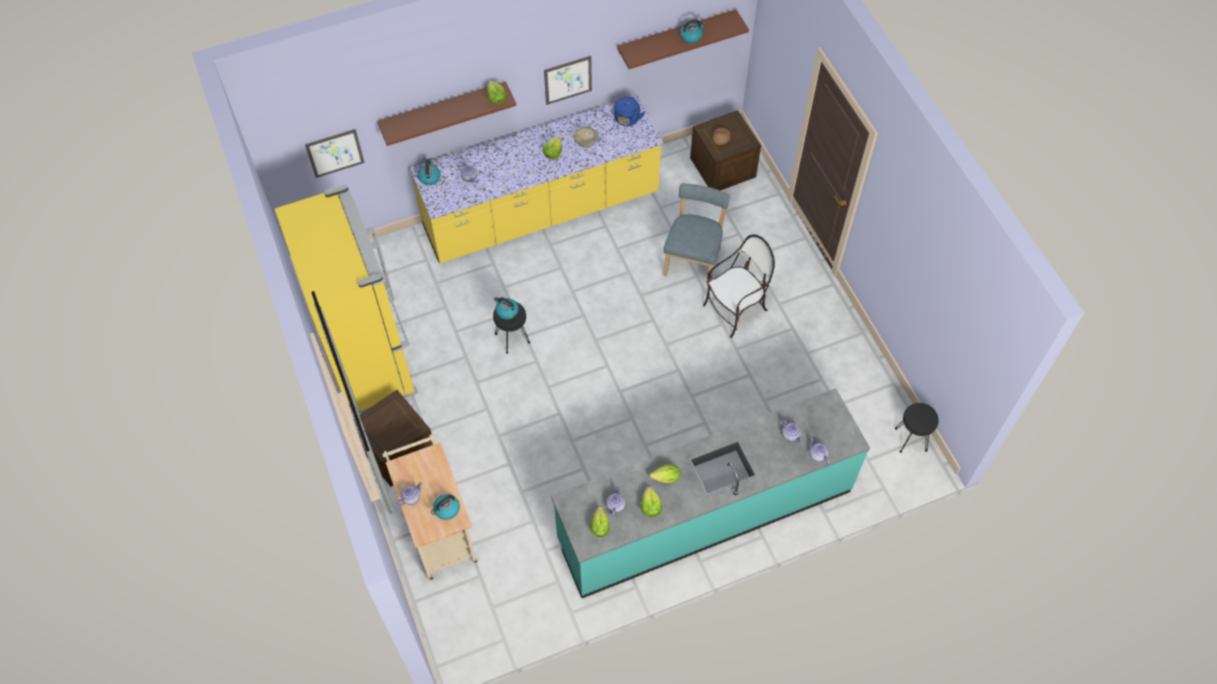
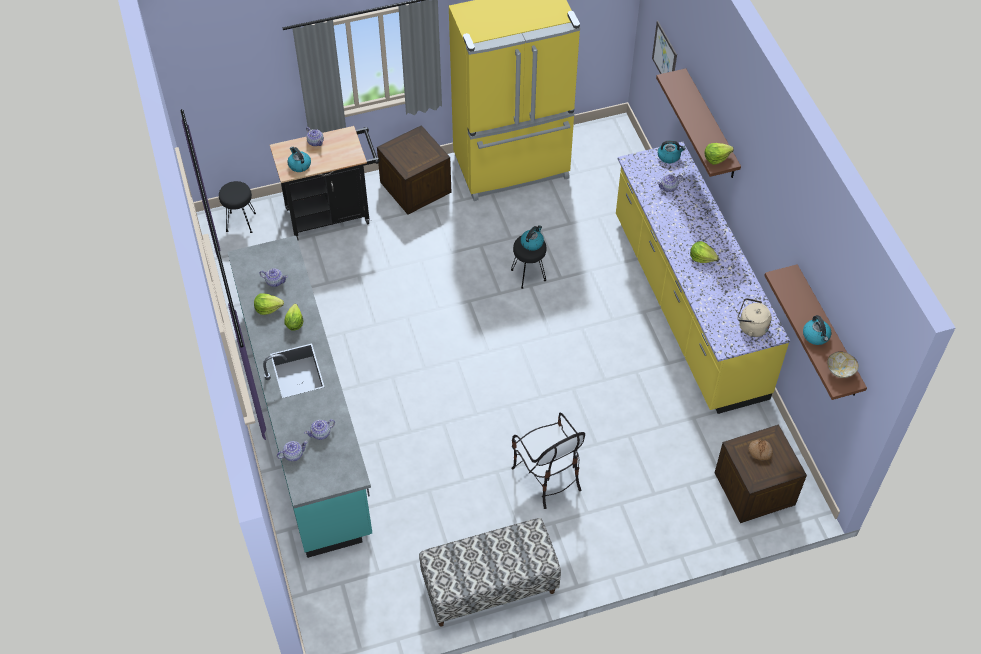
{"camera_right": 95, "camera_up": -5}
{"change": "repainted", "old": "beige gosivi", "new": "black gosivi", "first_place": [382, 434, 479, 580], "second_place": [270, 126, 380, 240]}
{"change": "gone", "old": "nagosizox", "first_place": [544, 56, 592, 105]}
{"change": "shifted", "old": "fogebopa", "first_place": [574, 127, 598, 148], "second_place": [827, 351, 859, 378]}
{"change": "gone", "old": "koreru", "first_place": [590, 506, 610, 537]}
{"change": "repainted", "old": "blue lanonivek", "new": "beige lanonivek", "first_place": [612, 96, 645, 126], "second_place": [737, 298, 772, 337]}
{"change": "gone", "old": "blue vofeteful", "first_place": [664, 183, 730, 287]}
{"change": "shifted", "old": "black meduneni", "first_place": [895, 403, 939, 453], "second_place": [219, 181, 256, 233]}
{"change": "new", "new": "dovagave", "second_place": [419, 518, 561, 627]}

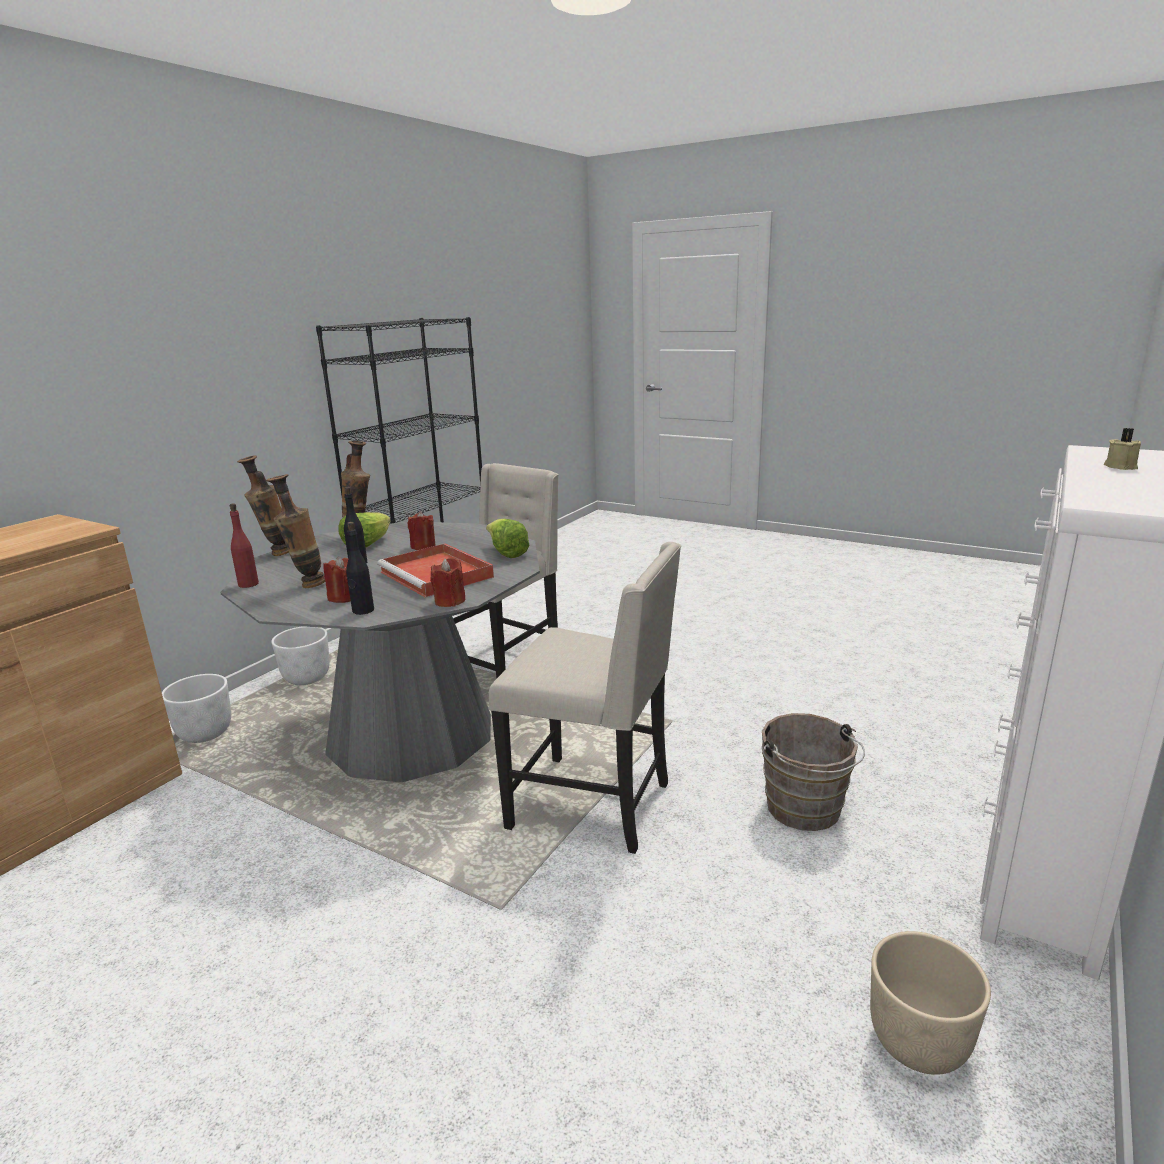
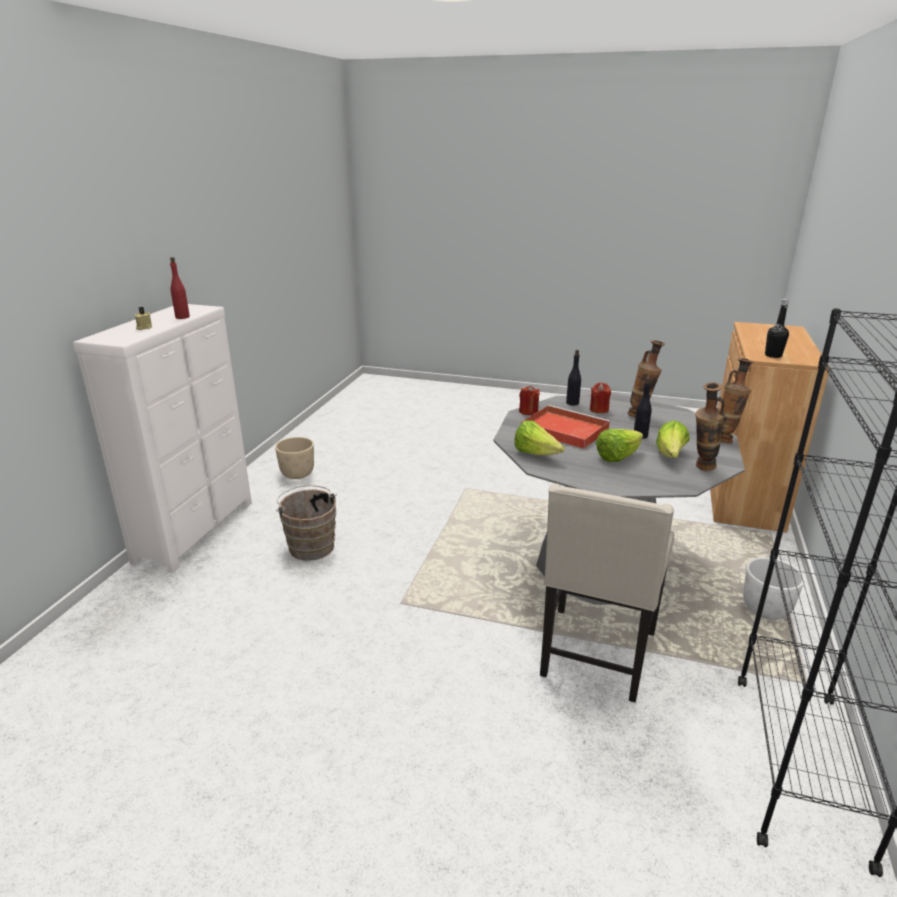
{"camera_right": 165, "camera_up": 5}
{"change": "gone", "old": "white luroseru", "first_place": [162, 674, 231, 743]}
{"change": "shifted", "old": "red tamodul", "first_place": [229, 503, 259, 588], "second_place": [170, 257, 190, 319]}
{"change": "swapped", "old": "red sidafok", "new": "koreru", "first_place": [408, 511, 436, 550], "second_place": [596, 429, 643, 462]}
{"change": "gone", "old": "beige vofeteful", "first_place": [489, 542, 681, 854]}
{"change": "new", "new": "black tamodul", "second_place": [765, 299, 789, 358]}

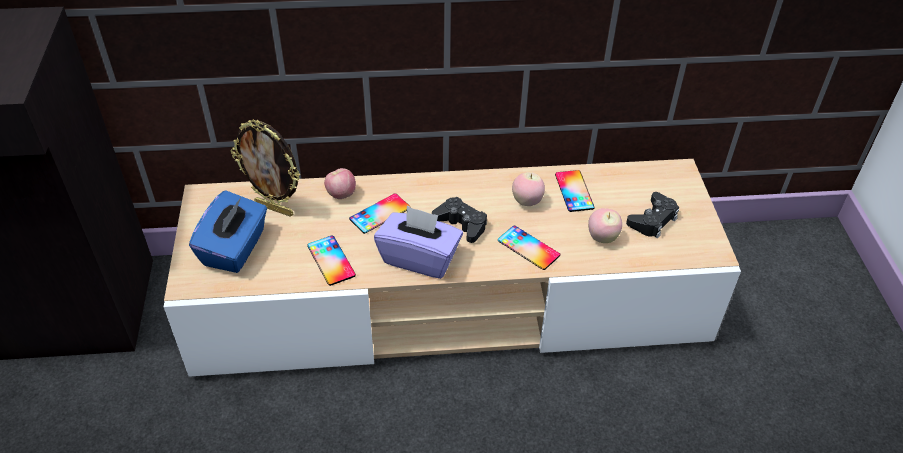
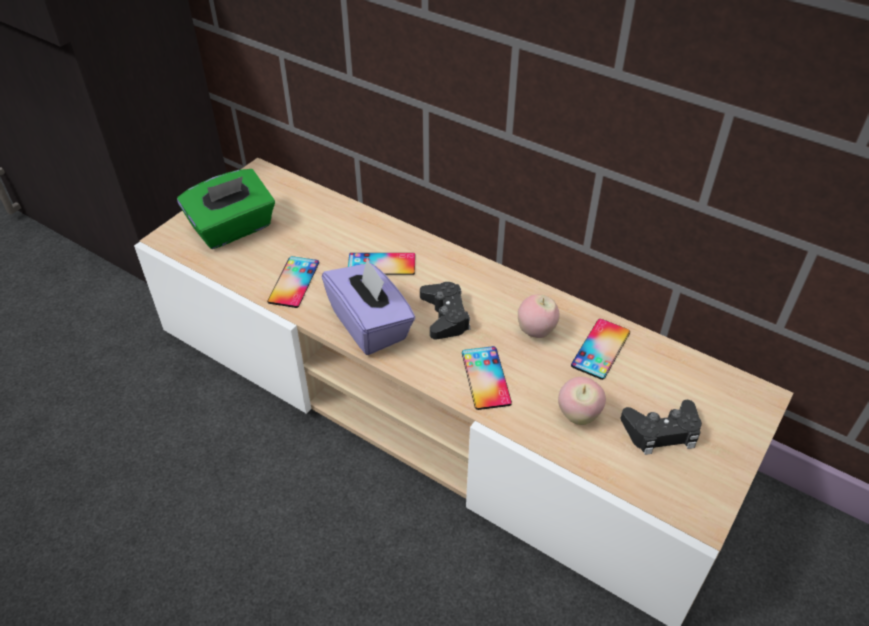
{"camera_right": 40, "camera_up": 0}
{"change": "repainted", "old": "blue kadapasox", "new": "green kadapasox", "first_place": [189, 190, 267, 273], "second_place": [177, 169, 275, 249]}
{"change": "gone", "old": "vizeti", "first_place": [230, 120, 300, 217]}
{"change": "gone", "old": "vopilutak", "first_place": [324, 168, 356, 199]}

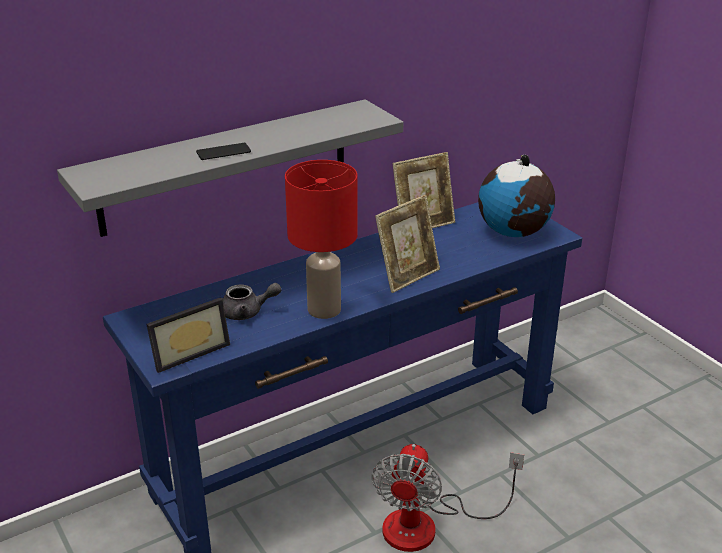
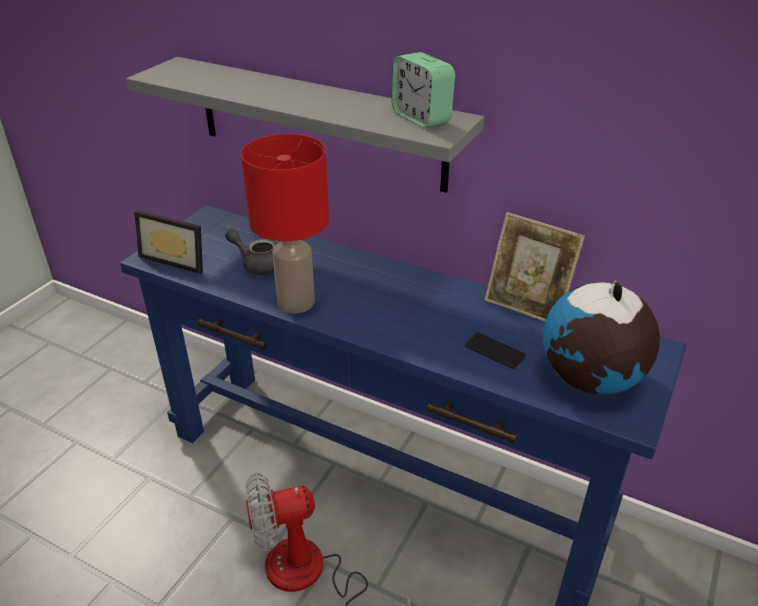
{"camera_right": 60, "camera_up": 5}
{"change": "shifted", "old": "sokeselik", "first_place": [196, 142, 251, 160], "second_place": [465, 332, 526, 369]}
{"change": "rotated", "old": "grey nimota", "first_place": [222, 283, 282, 320], "second_place": [225, 229, 276, 275], "degrees": 150}
{"change": "gone", "old": "vizeti", "first_place": [375, 195, 440, 293]}
{"change": "new", "new": "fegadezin", "second_place": [391, 52, 455, 127]}

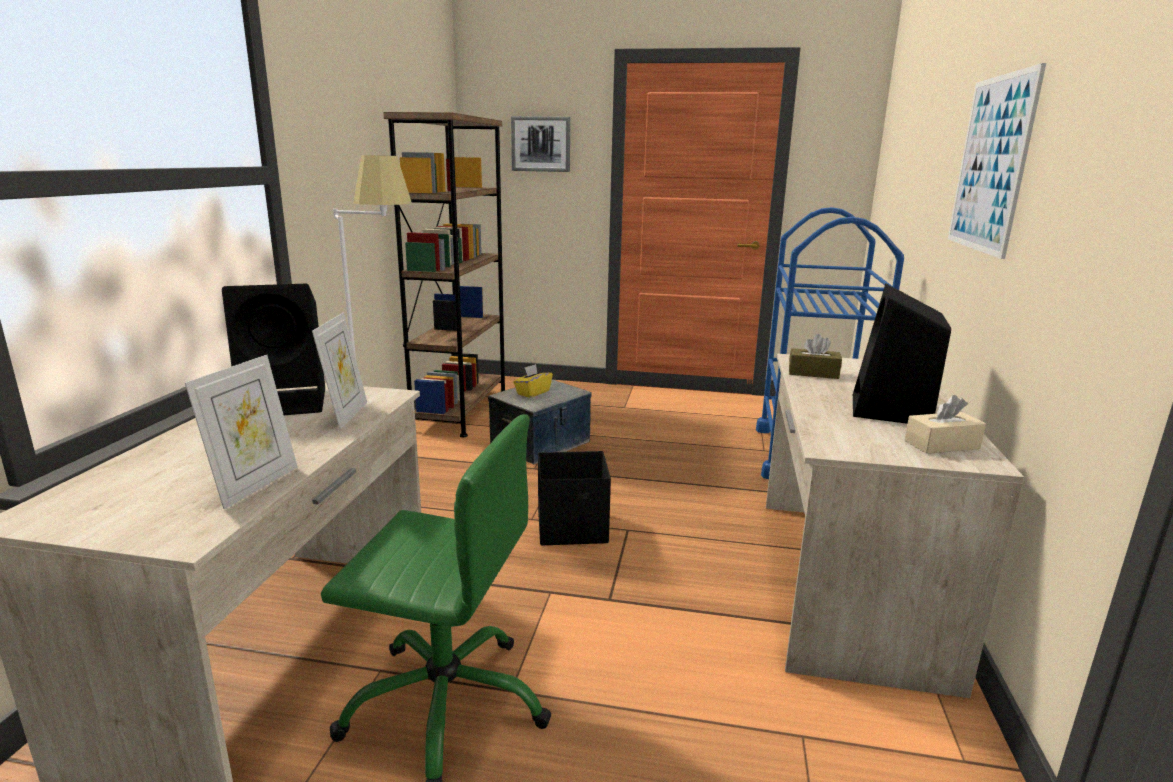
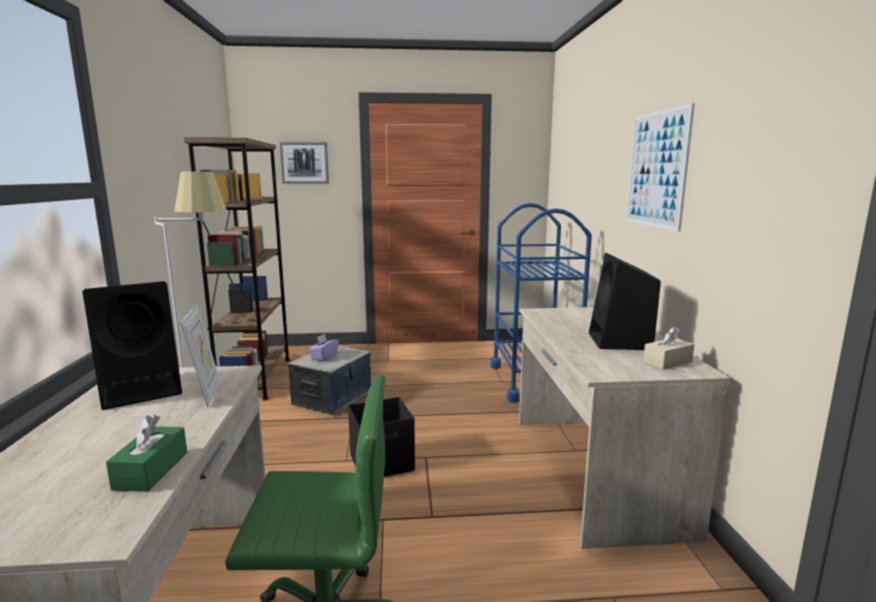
{"camera_right": -15, "camera_up": -5}
{"change": "swapped", "old": "vizeti", "new": "green kadapasox", "first_place": [185, 355, 298, 509], "second_place": [106, 414, 187, 492]}
{"change": "repainted", "old": "yellow kadapasox", "new": "purple kadapasox", "first_place": [513, 364, 553, 398], "second_place": [308, 334, 339, 361]}
{"change": "gone", "old": "brown kadapasox", "first_place": [789, 334, 842, 379]}

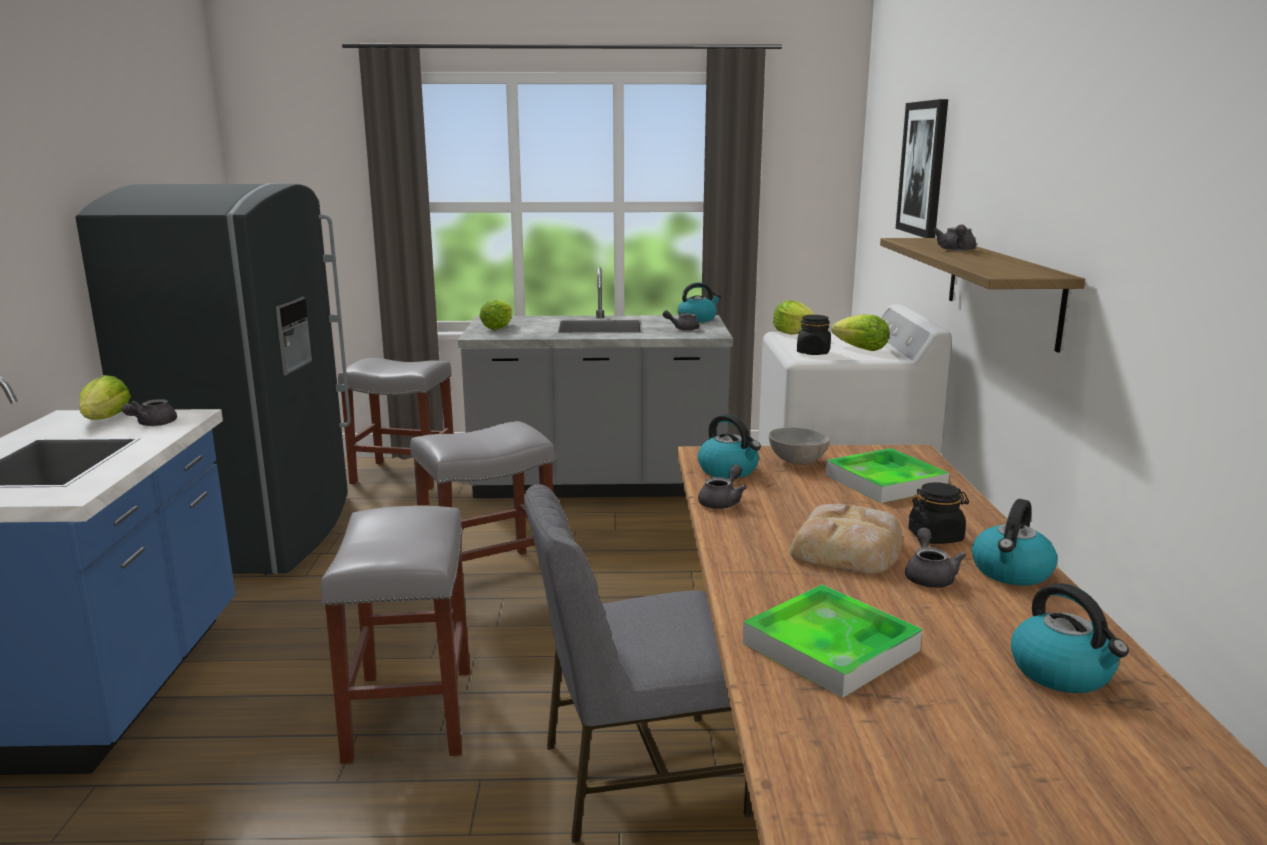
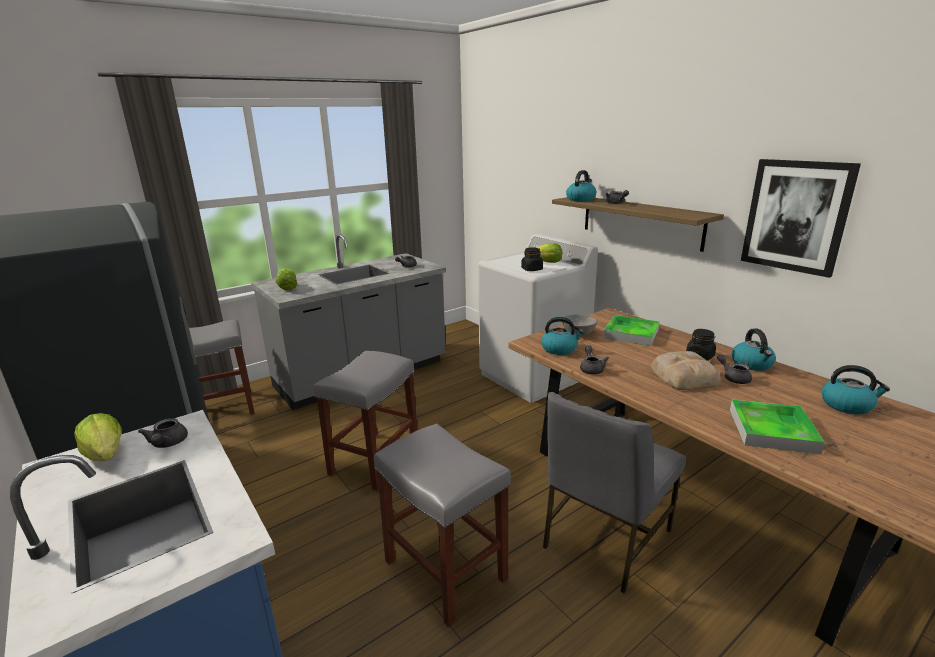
{"camera_right": -35, "camera_up": 5}
{"change": "shifted", "old": "lanonivek", "first_place": [678, 282, 721, 322], "second_place": [566, 170, 596, 201]}
{"change": "gone", "old": "koreru", "first_place": [773, 300, 815, 335]}
{"change": "shifted", "old": "nagosizox", "first_place": [896, 99, 948, 238], "second_place": [741, 159, 861, 278]}

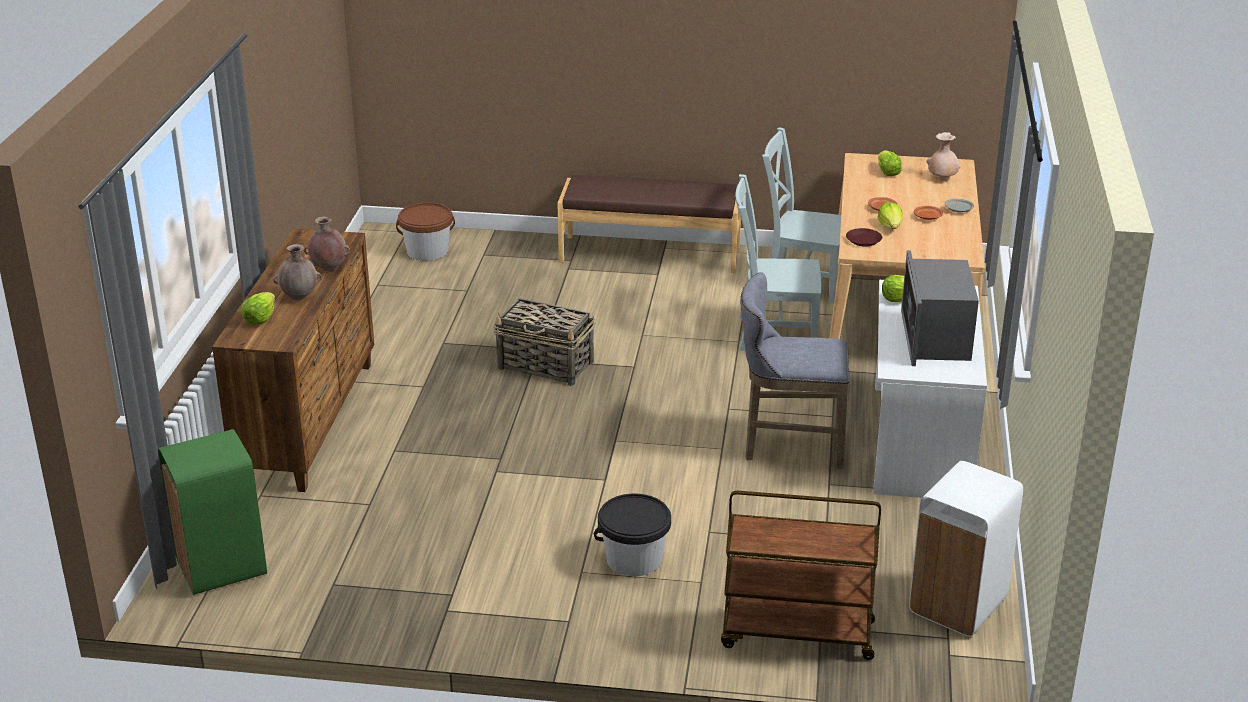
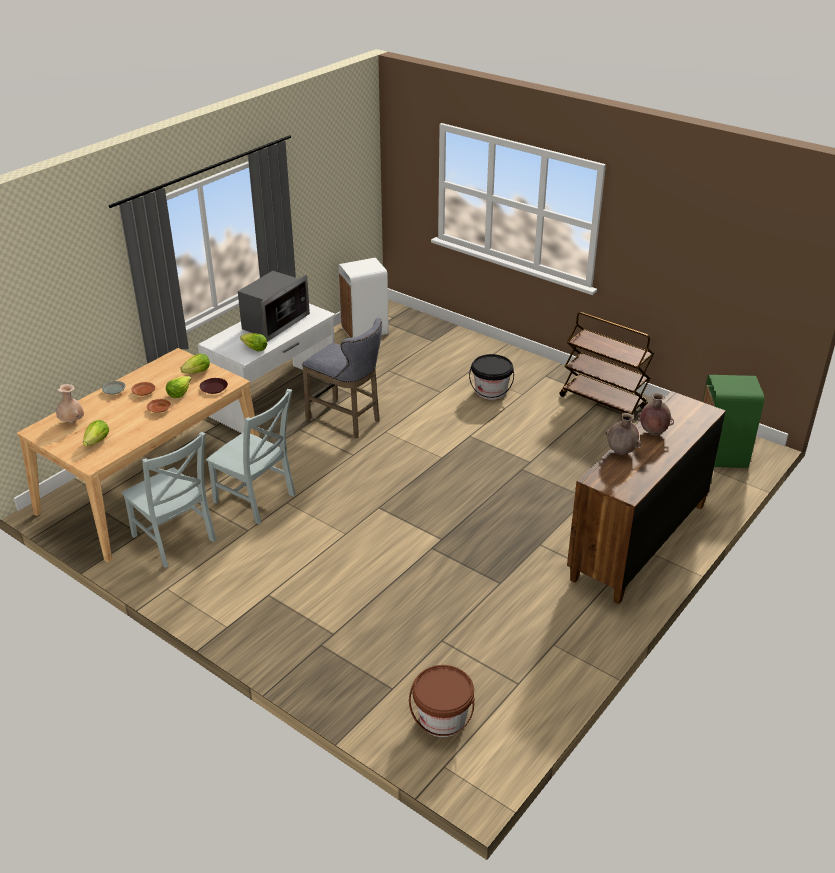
{"camera_right": -150, "camera_up": 5}
{"change": "shifted", "old": "koreru", "first_place": [241, 292, 275, 325], "second_place": [180, 354, 210, 374]}
{"change": "gone", "old": "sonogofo", "first_place": [493, 298, 595, 386]}
{"change": "gone", "old": "brown dovagave", "first_place": [557, 175, 741, 273]}
{"change": "shifted", "old": "brown gosivi", "first_place": [721, 491, 881, 660], "second_place": [559, 312, 654, 414]}

